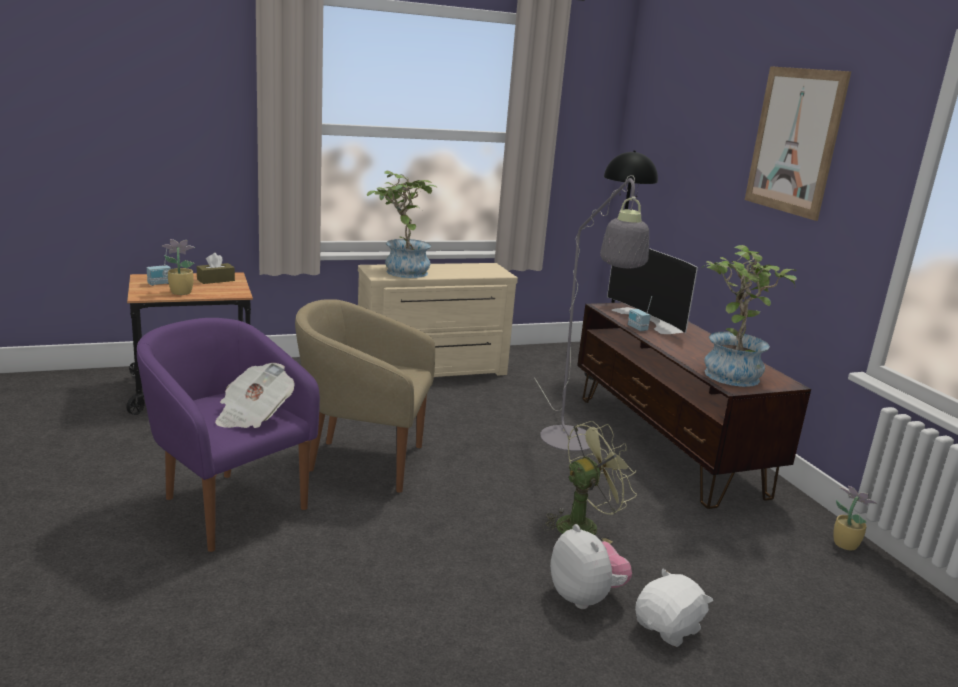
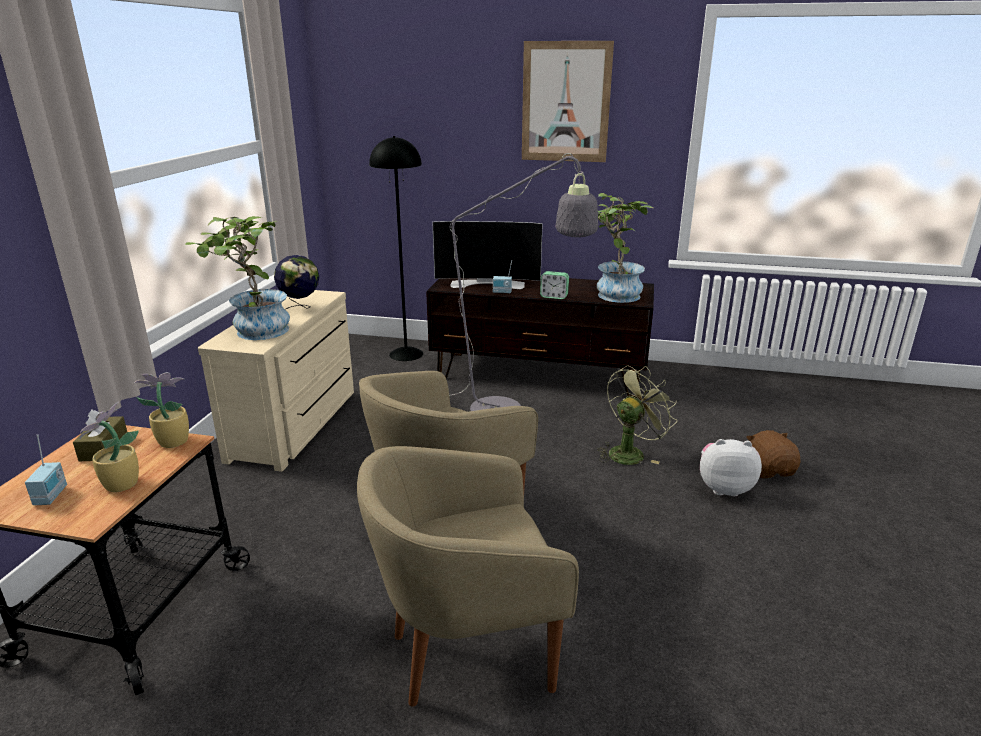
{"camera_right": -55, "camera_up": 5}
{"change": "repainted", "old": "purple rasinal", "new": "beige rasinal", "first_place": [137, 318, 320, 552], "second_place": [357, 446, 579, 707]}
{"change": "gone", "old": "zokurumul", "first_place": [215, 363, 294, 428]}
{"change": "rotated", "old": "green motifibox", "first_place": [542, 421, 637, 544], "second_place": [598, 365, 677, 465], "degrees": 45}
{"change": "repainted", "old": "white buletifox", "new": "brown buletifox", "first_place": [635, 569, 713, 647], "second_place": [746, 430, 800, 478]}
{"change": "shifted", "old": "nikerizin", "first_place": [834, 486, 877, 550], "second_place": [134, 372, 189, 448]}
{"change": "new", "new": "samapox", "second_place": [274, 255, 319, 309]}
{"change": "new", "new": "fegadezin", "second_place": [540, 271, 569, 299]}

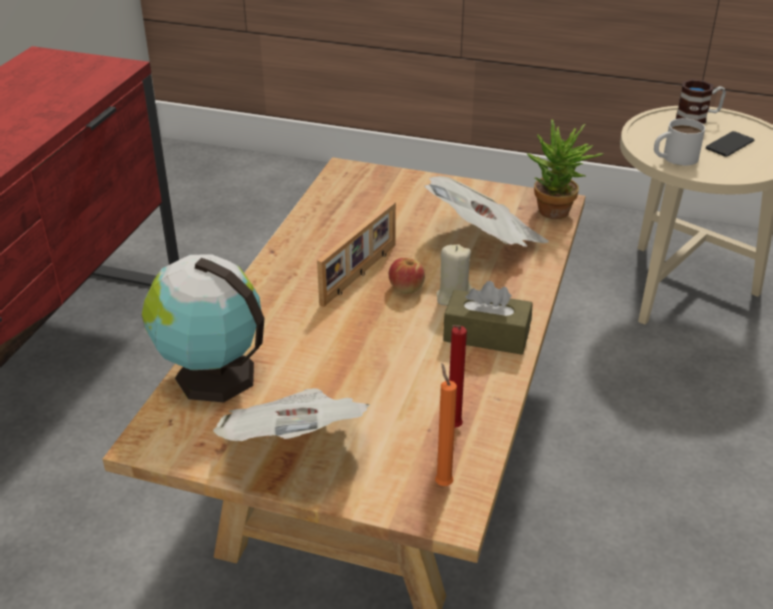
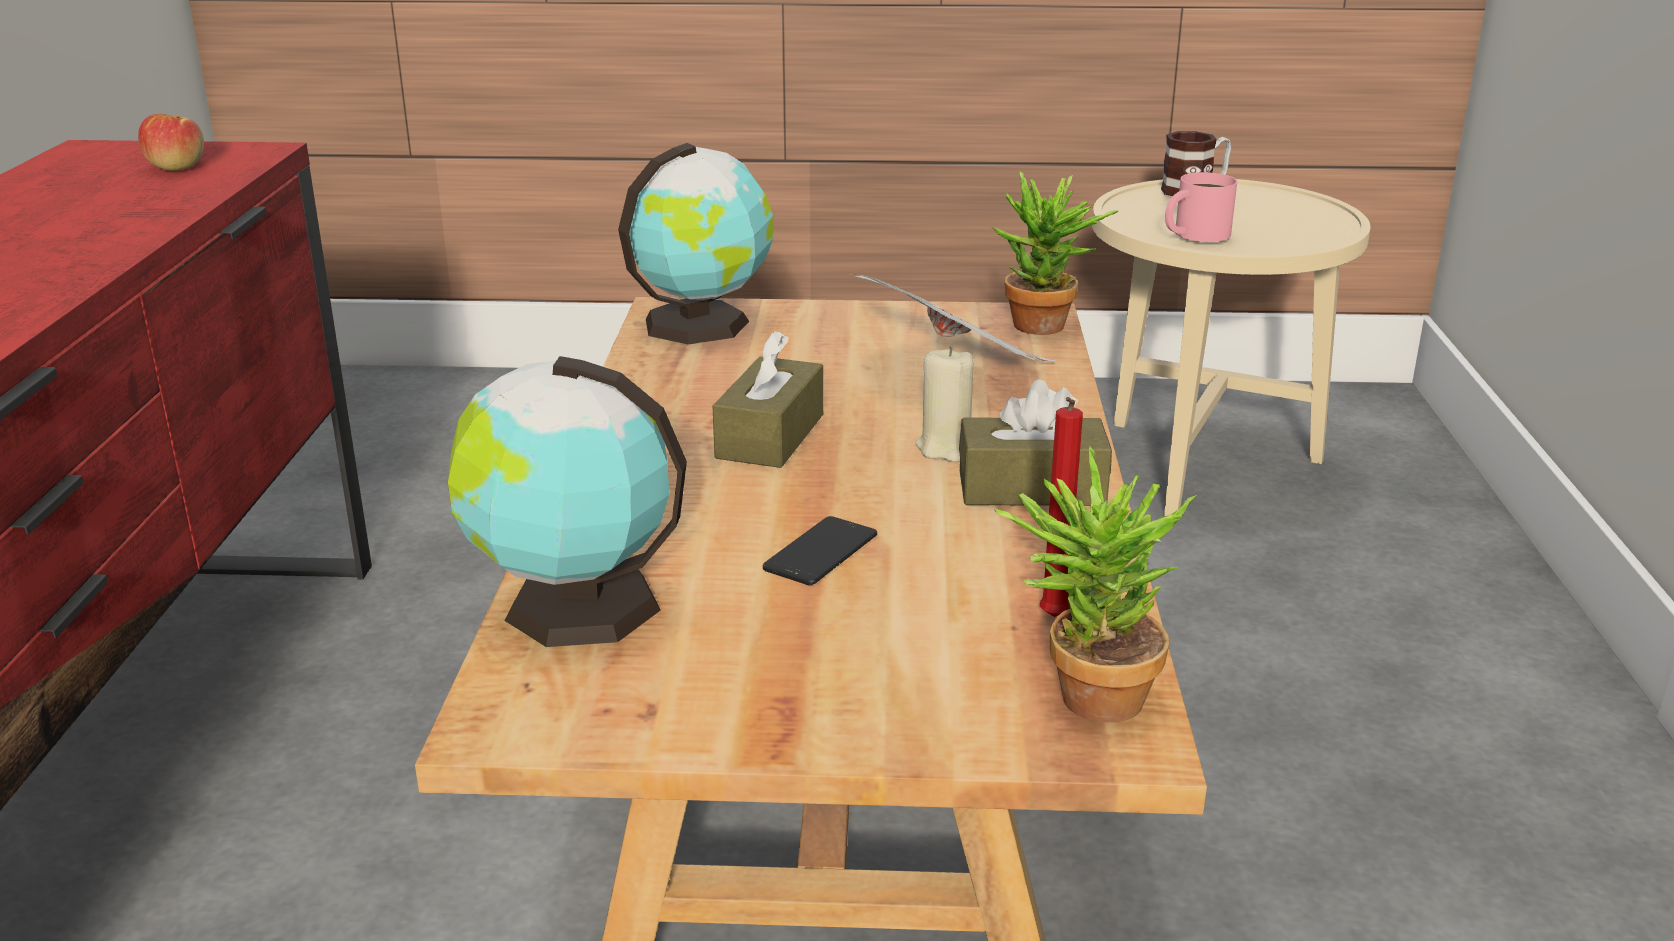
{"camera_right": -15, "camera_up": -10}
{"change": "gone", "old": "zokurumul", "first_place": [213, 388, 370, 441]}
{"change": "swapped", "old": "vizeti", "new": "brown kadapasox", "first_place": [317, 201, 396, 307], "second_place": [712, 331, 823, 468]}
{"change": "shifted", "old": "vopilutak", "first_place": [389, 258, 425, 294], "second_place": [138, 114, 204, 171]}
{"change": "swapped", "old": "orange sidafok", "new": "nikerizin", "first_place": [435, 364, 457, 486], "second_place": [995, 446, 1197, 722]}
{"change": "repainted", "old": "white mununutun", "new": "pink mununutun", "first_place": [654, 118, 705, 166], "second_place": [1165, 172, 1237, 242]}
{"change": "shifted", "old": "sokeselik", "first_place": [706, 131, 754, 157], "second_place": [763, 516, 877, 586]}
{"change": "new", "new": "samapox", "second_place": [618, 143, 773, 344]}

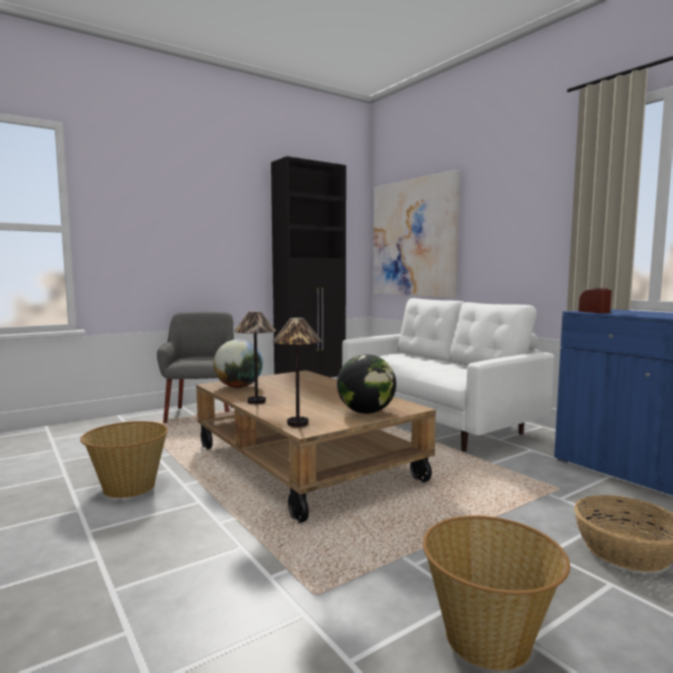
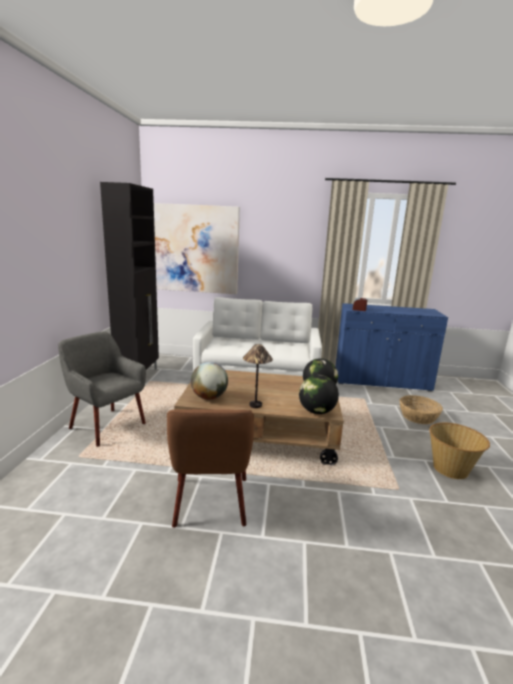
{"camera_right": -50, "camera_up": 10}
{"change": "swapped", "old": "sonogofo", "new": "brown rasinal", "first_place": [80, 421, 168, 498], "second_place": [167, 409, 254, 528]}
{"change": "swapped", "old": "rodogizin", "new": "samapox", "first_place": [272, 318, 322, 427], "second_place": [299, 375, 339, 414]}

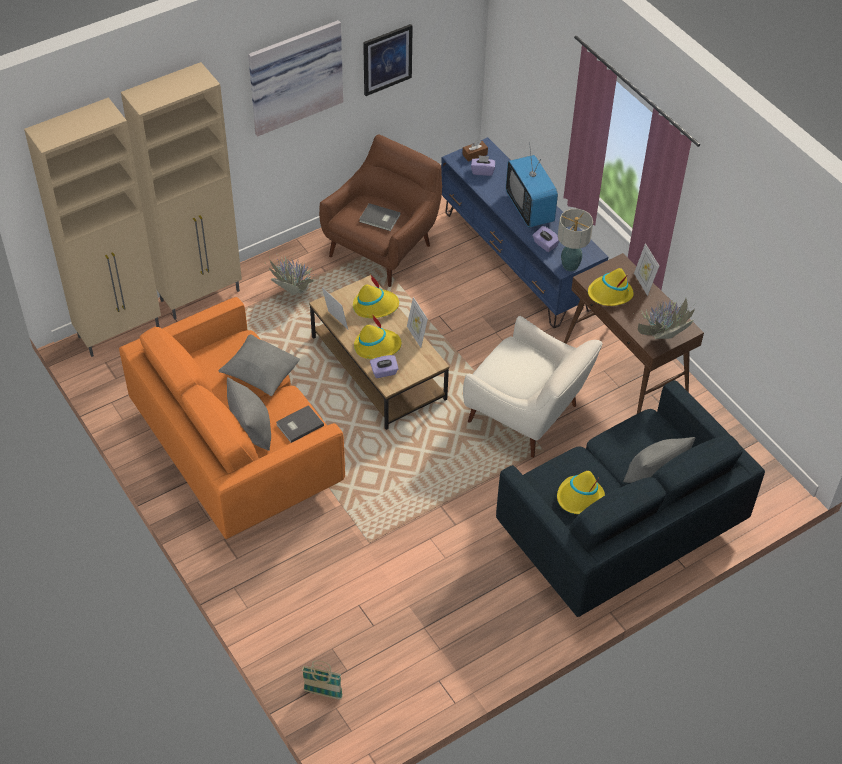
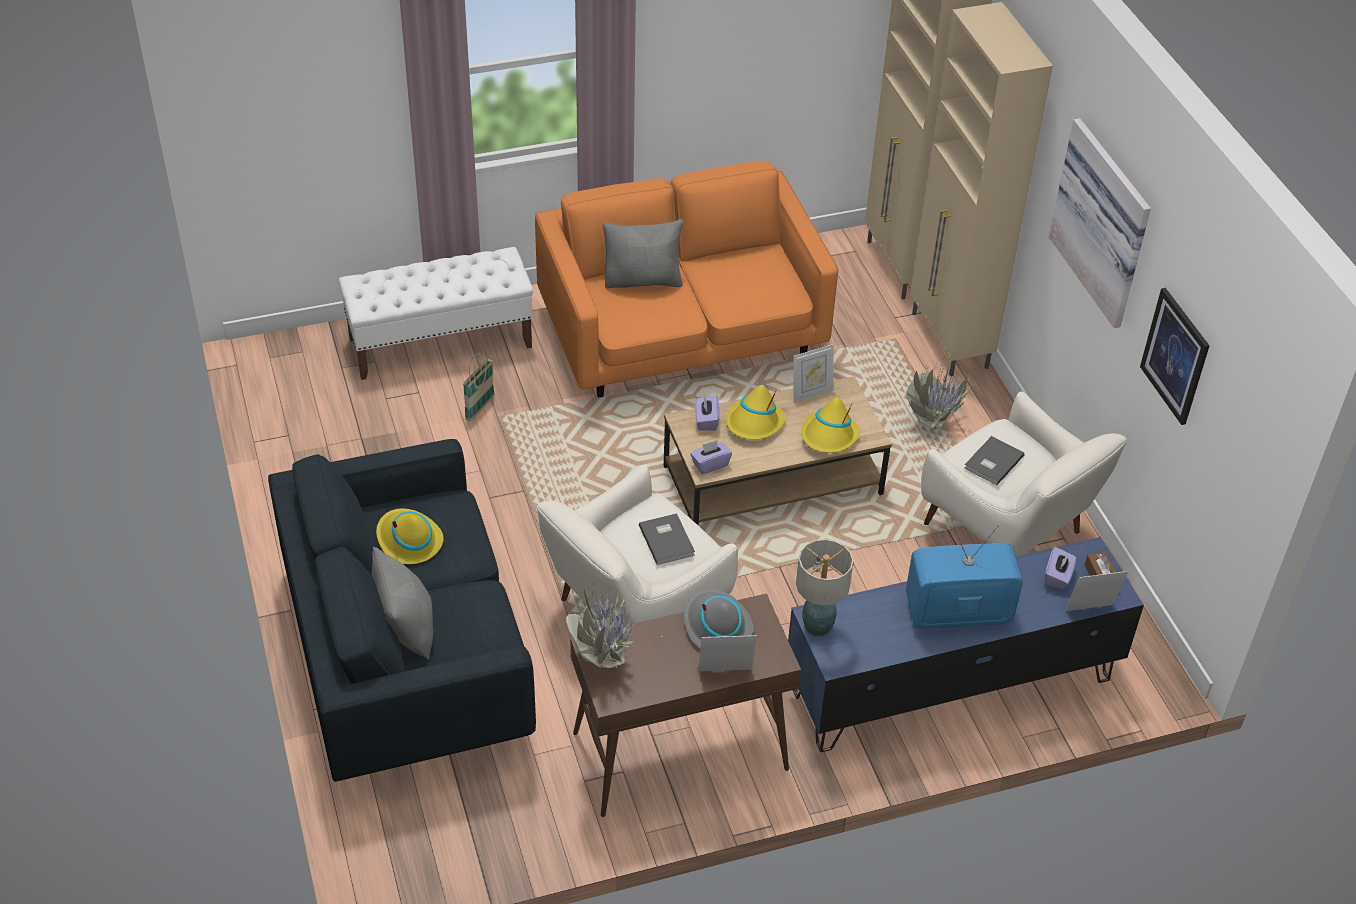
{"camera_right": 105, "camera_up": -5}
{"change": "gone", "old": "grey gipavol", "first_place": [219, 334, 300, 396]}
{"change": "shifted", "old": "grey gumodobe", "first_place": [276, 405, 324, 443], "second_place": [639, 513, 695, 565]}
{"change": "shifted", "old": "sonogofo", "first_place": [302, 660, 343, 699], "second_place": [463, 353, 495, 421]}
{"change": "repainted", "old": "brown rasinal", "new": "white rasinal", "first_place": [319, 134, 442, 287], "second_place": [921, 392, 1127, 556]}
{"change": "shifted", "old": "vizeti", "first_place": [407, 297, 428, 348], "second_place": [1065, 571, 1129, 611]}
{"change": "shifted", "old": "purple kadapasox", "first_place": [533, 226, 559, 252], "second_place": [690, 440, 732, 474]}
{"change": "repainted", "old": "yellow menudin", "new": "grey menudin", "first_place": [588, 268, 634, 306], "second_place": [684, 589, 754, 648]}
{"change": "new", "new": "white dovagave", "second_place": [338, 247, 533, 380]}

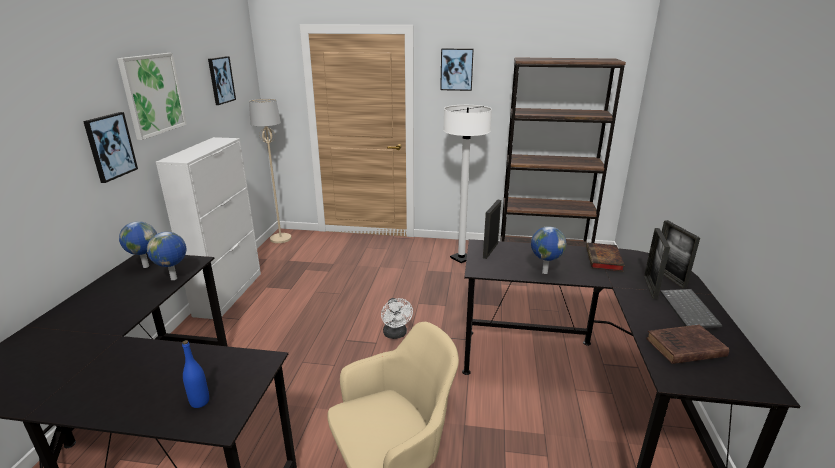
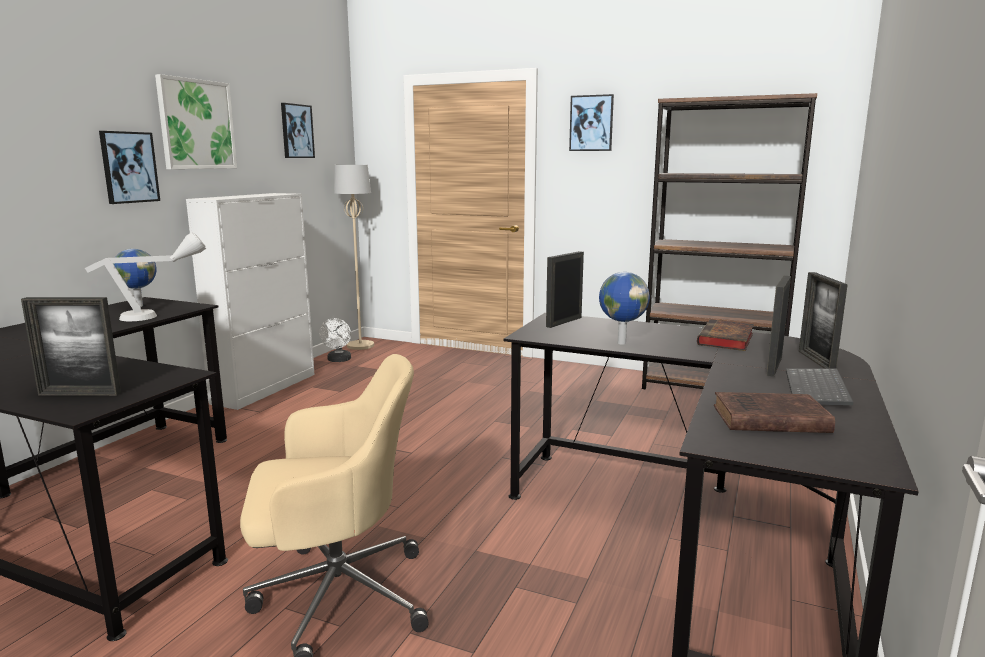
{"camera_right": 15, "camera_up": -10}
{"change": "swapped", "old": "samapox", "new": "grey rodogizin", "first_place": [147, 232, 186, 280], "second_place": [85, 232, 206, 321]}
{"change": "swapped", "old": "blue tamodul", "new": "vizeti", "first_place": [182, 340, 209, 408], "second_place": [21, 297, 121, 396]}
{"change": "shifted", "old": "white motifibox", "first_place": [381, 298, 413, 339], "second_place": [319, 318, 351, 362]}
{"change": "gone", "old": "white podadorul", "first_place": [443, 105, 492, 263]}

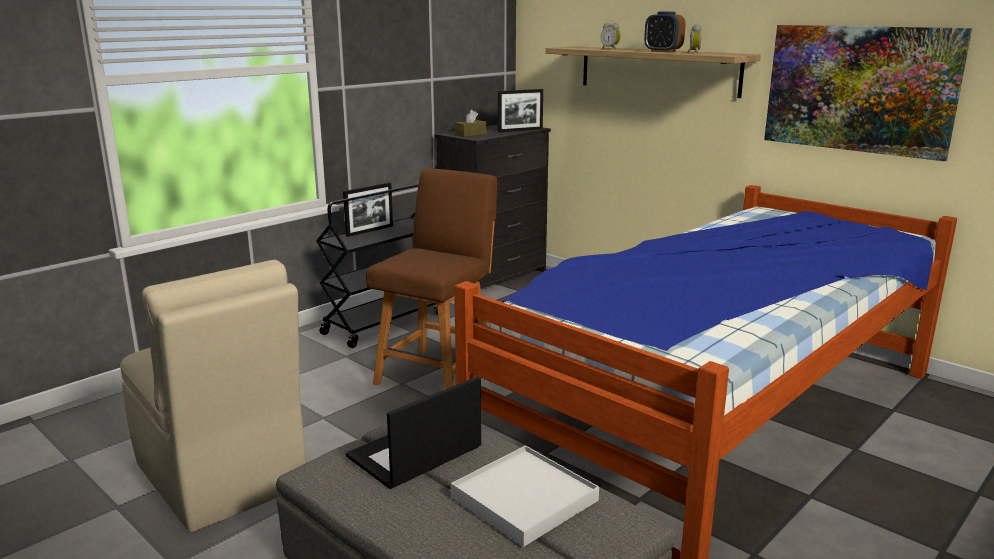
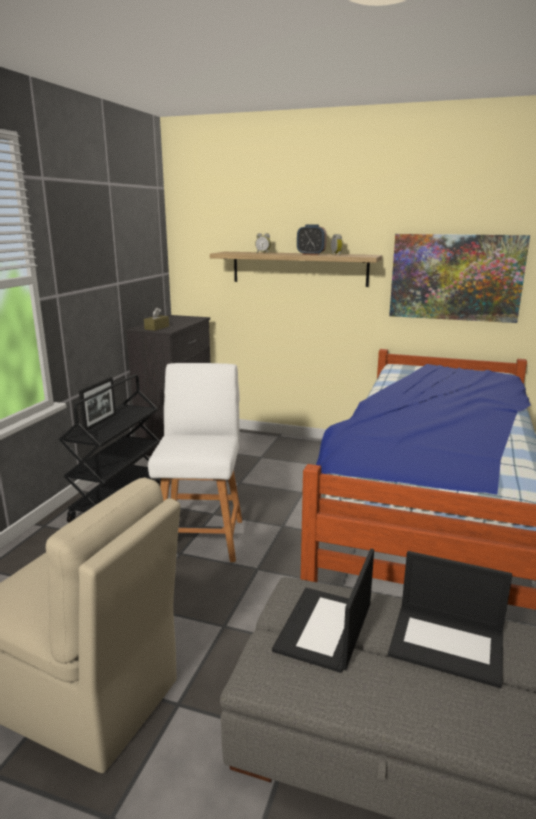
{"camera_right": -25, "camera_up": 0}
{"change": "repainted", "old": "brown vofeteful", "new": "white vofeteful", "first_place": [366, 168, 497, 389], "second_place": [148, 363, 242, 562]}
{"change": "swapped", "old": "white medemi", "new": "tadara", "first_place": [451, 446, 599, 547], "second_place": [388, 551, 512, 688]}
{"change": "gone", "old": "vizeti", "first_place": [498, 89, 543, 132]}

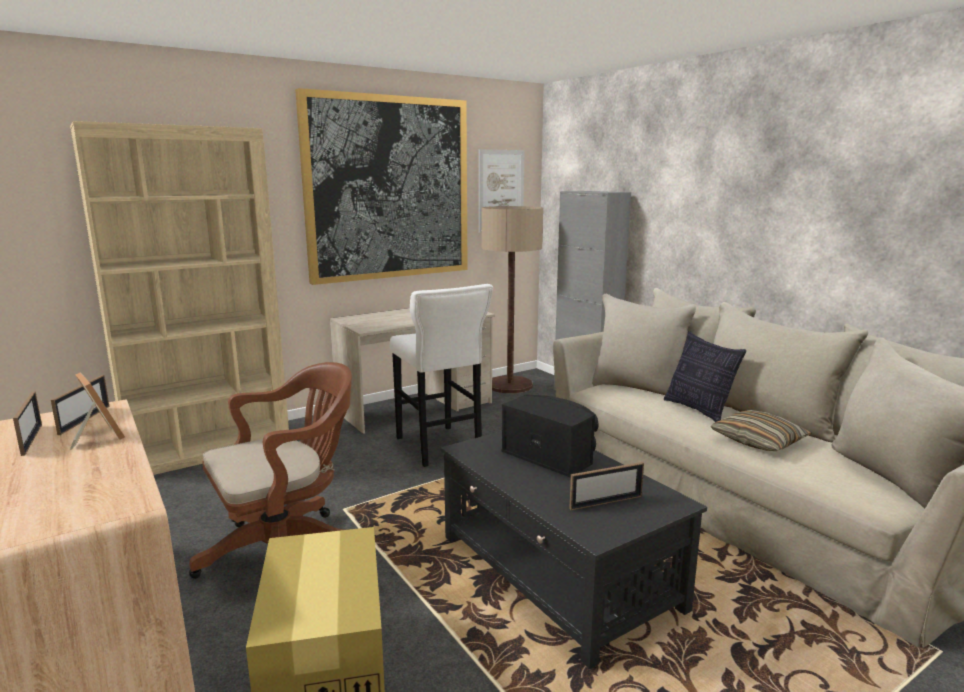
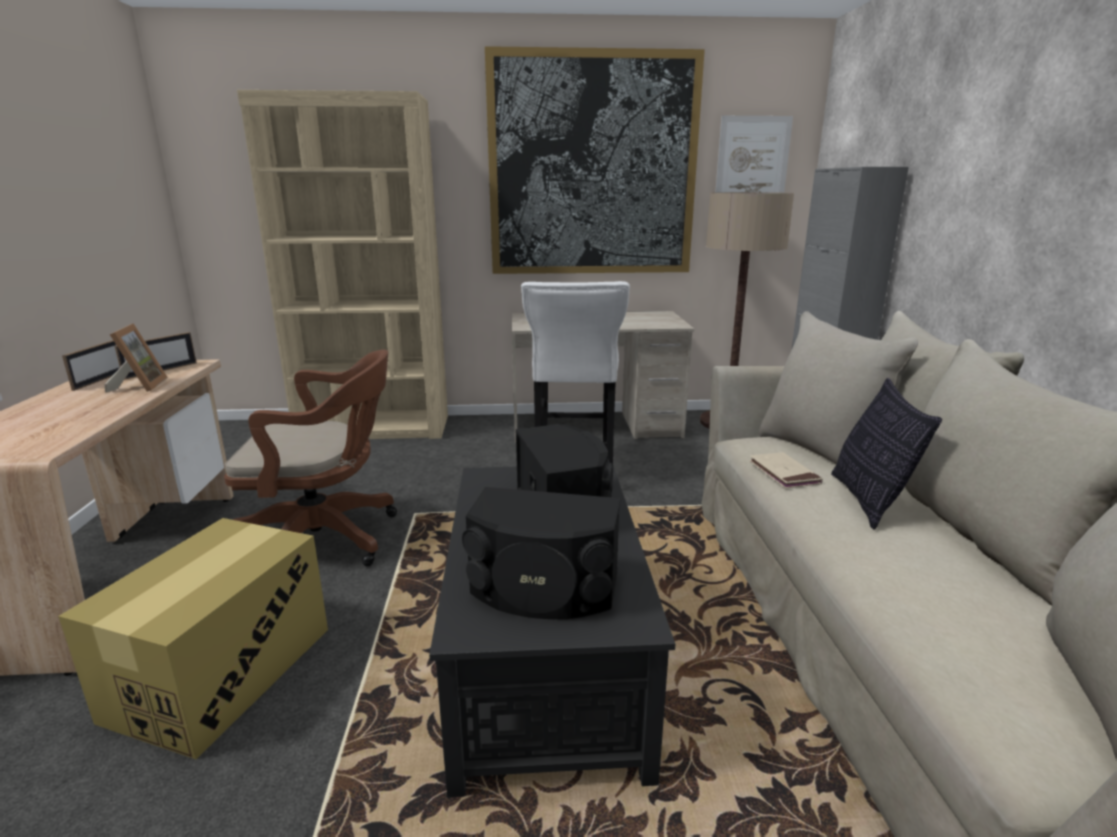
{"camera_right": 30, "camera_up": 5}
{"change": "swapped", "old": "vizeti", "new": "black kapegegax", "first_place": [569, 462, 644, 510], "second_place": [462, 487, 620, 619]}
{"change": "gone", "old": "gipavol", "first_place": [711, 410, 812, 451]}
{"change": "new", "new": "beige gumodobe", "second_place": [749, 452, 823, 489]}

